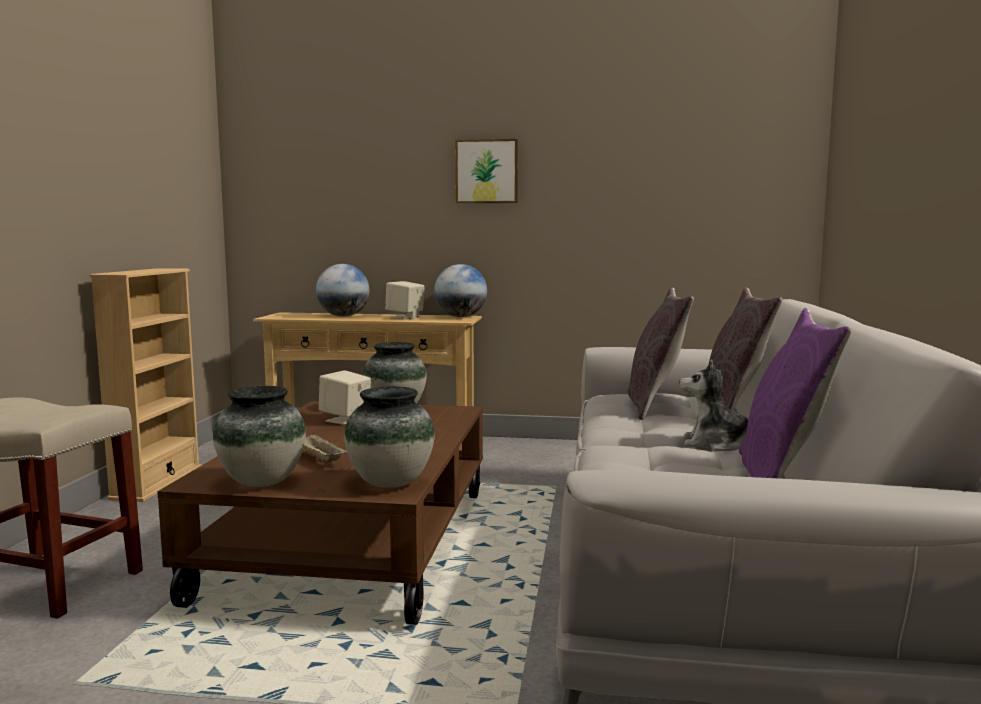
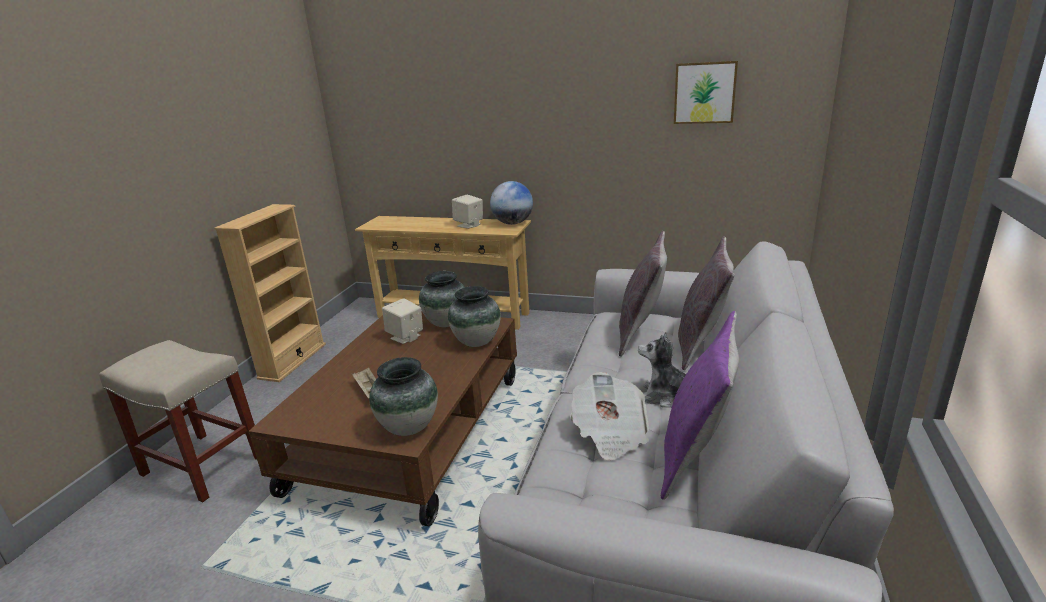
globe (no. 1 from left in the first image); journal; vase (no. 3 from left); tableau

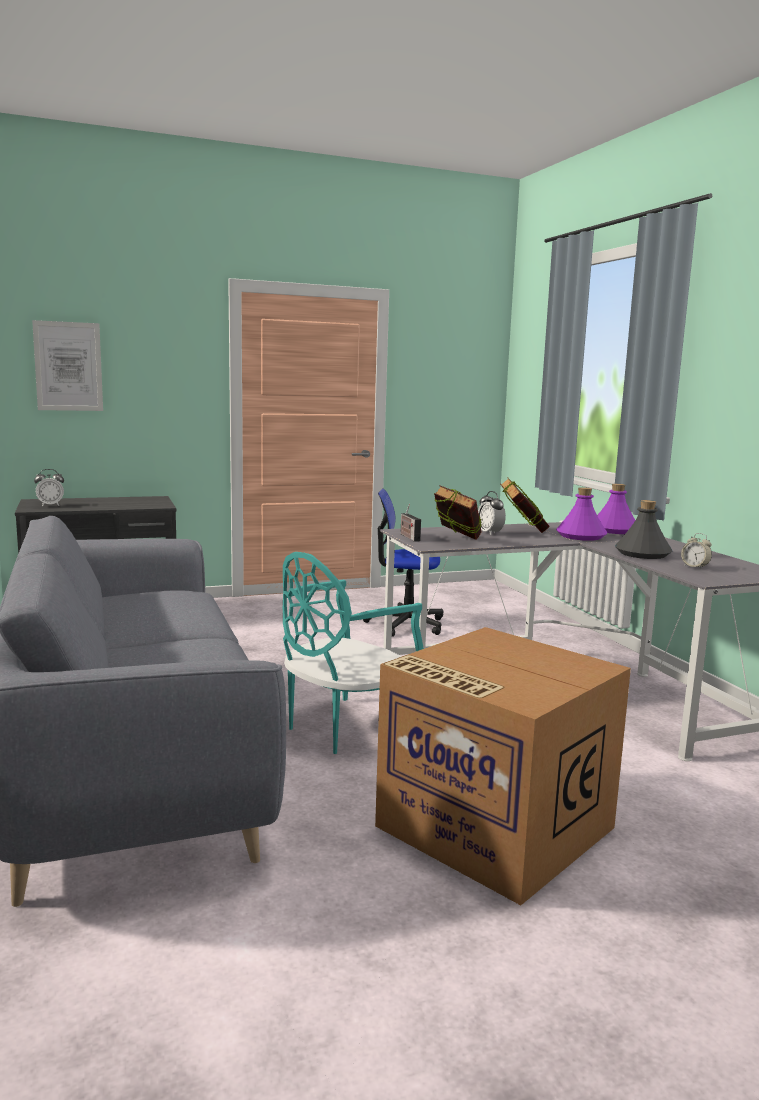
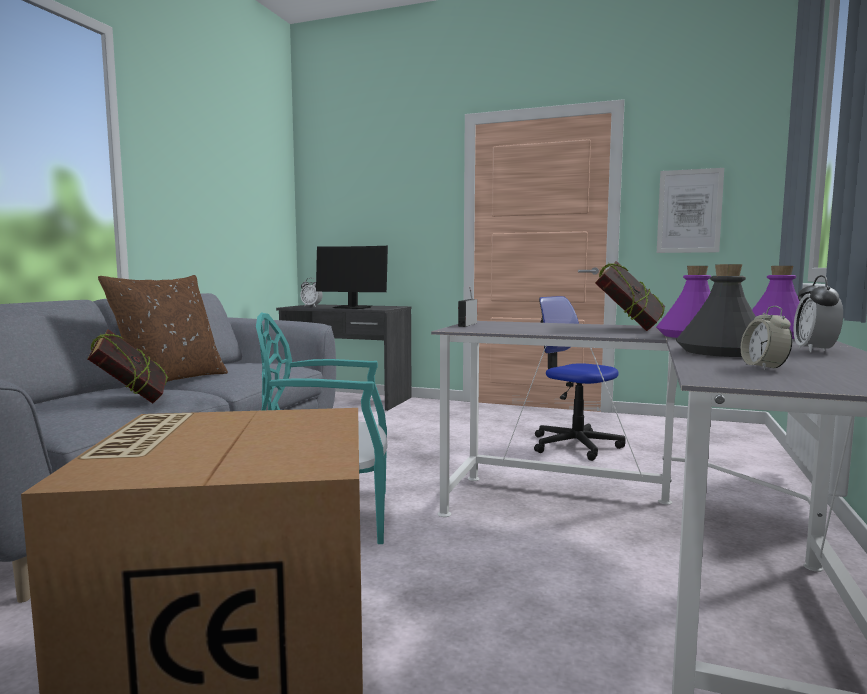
coussin/marron; écran d'ordinateur; tableau; livre (no. 1 from left); réveil (no. 3 from left)

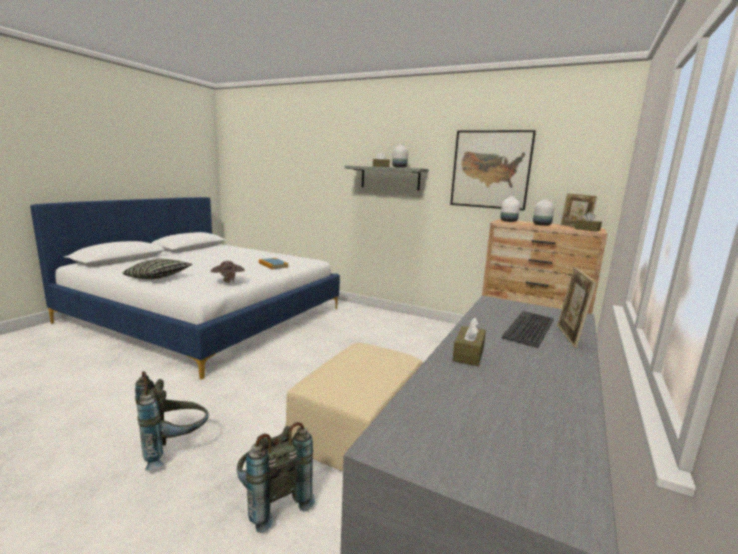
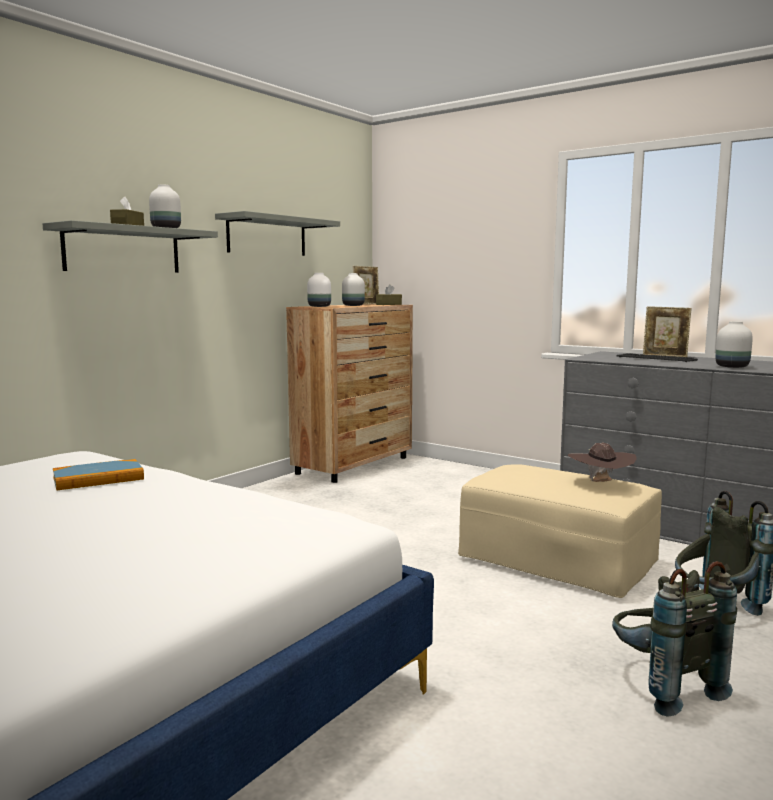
coussin; chapeau/marron; étagère/gris (no. 2 from left); vase/blanc (no. 4 from left)

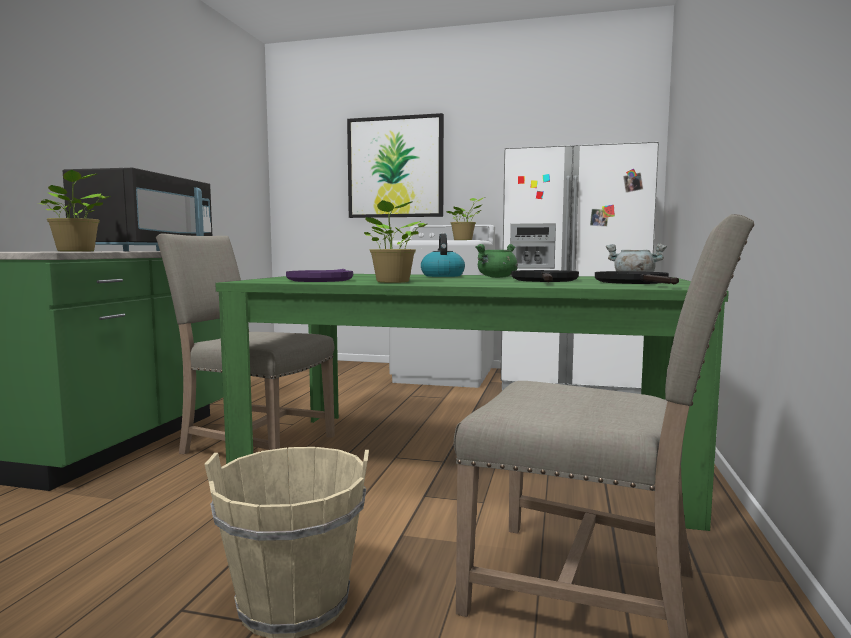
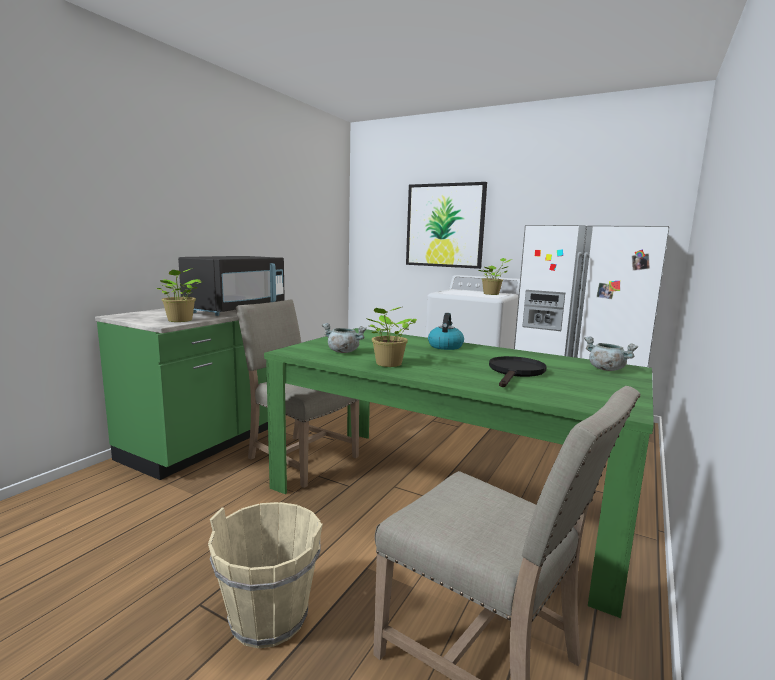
marmite/vert; poêle/noir (no. 2 from left in the first image); marmite/gris (no. 1 from left)

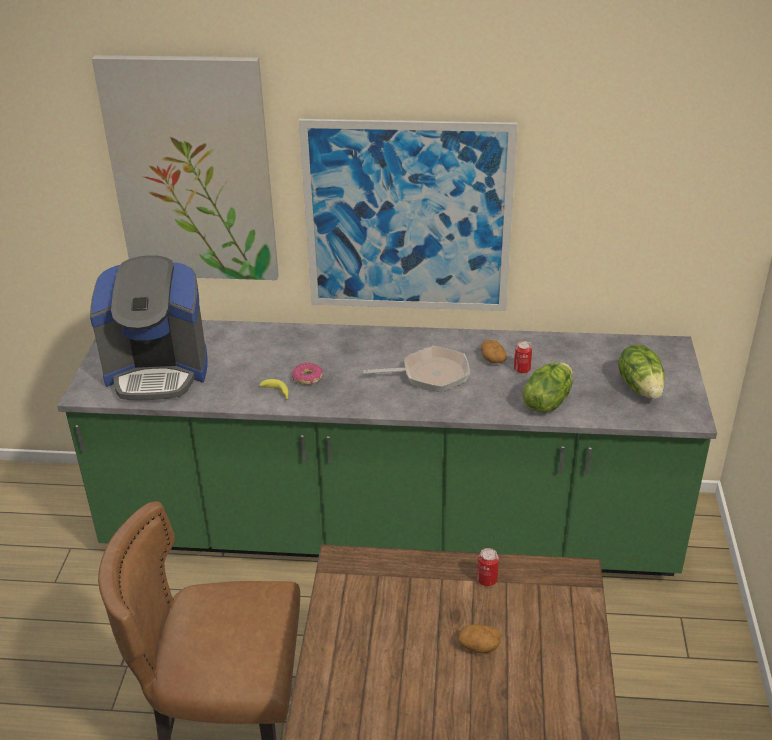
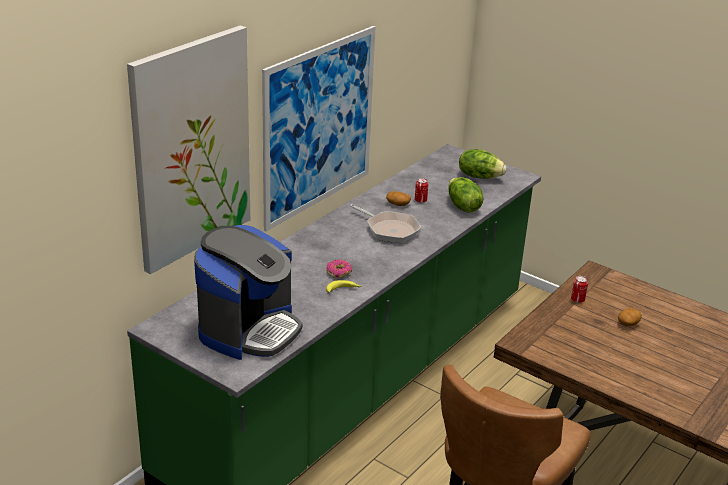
poêle

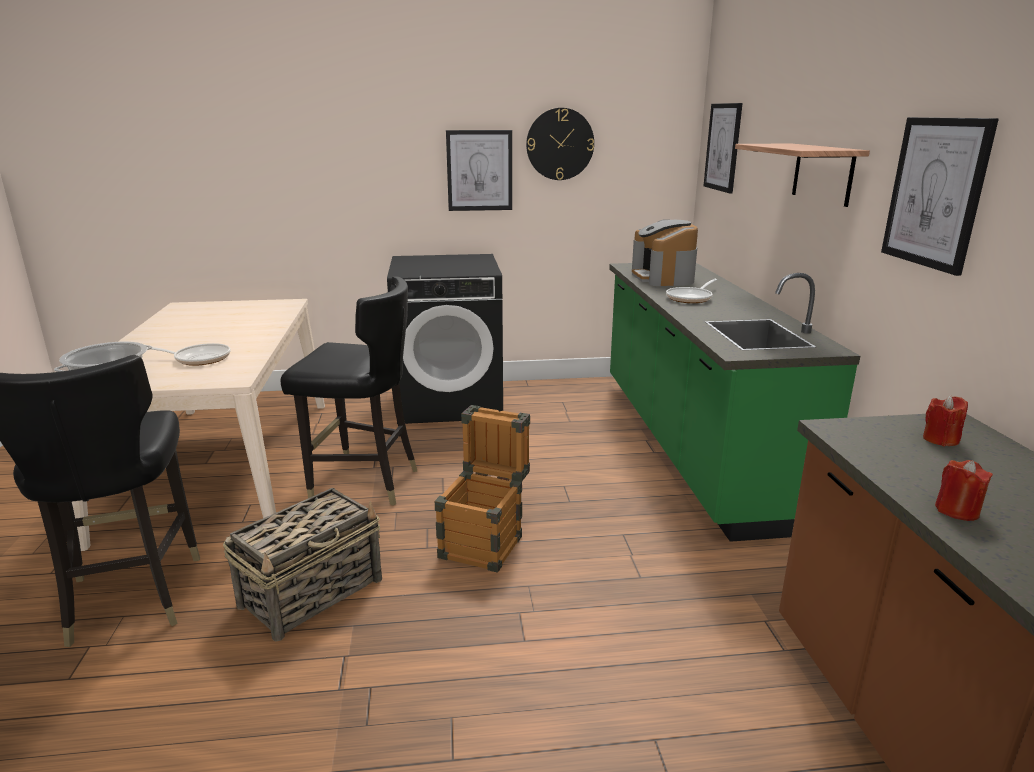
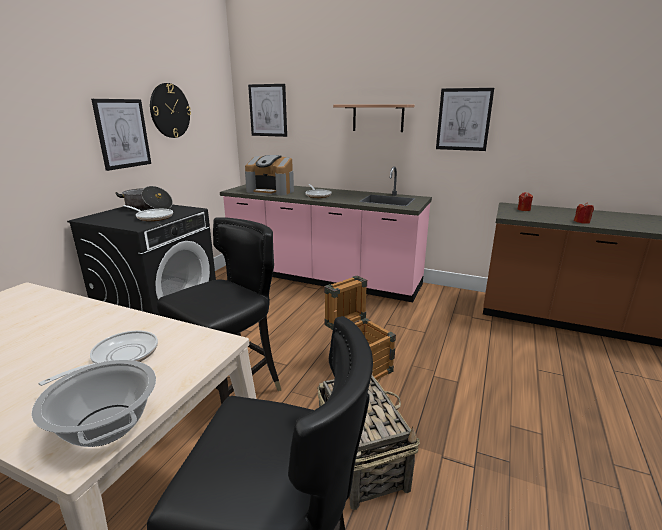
marmite (no. 2 from left); poêle (no. 2 from left); comptoir de cuisine/rose

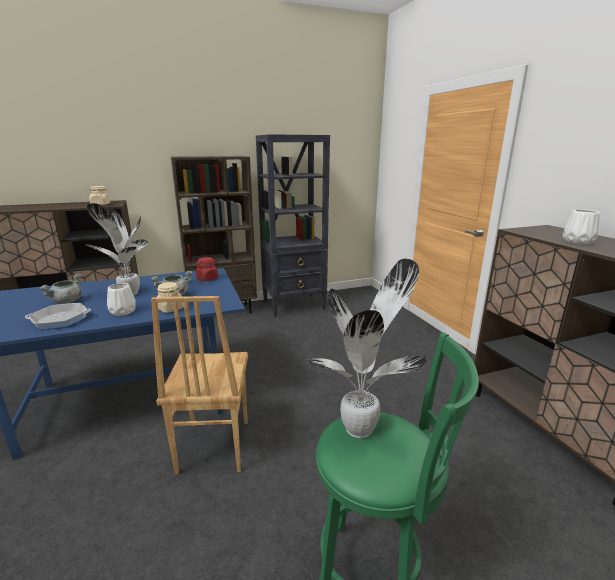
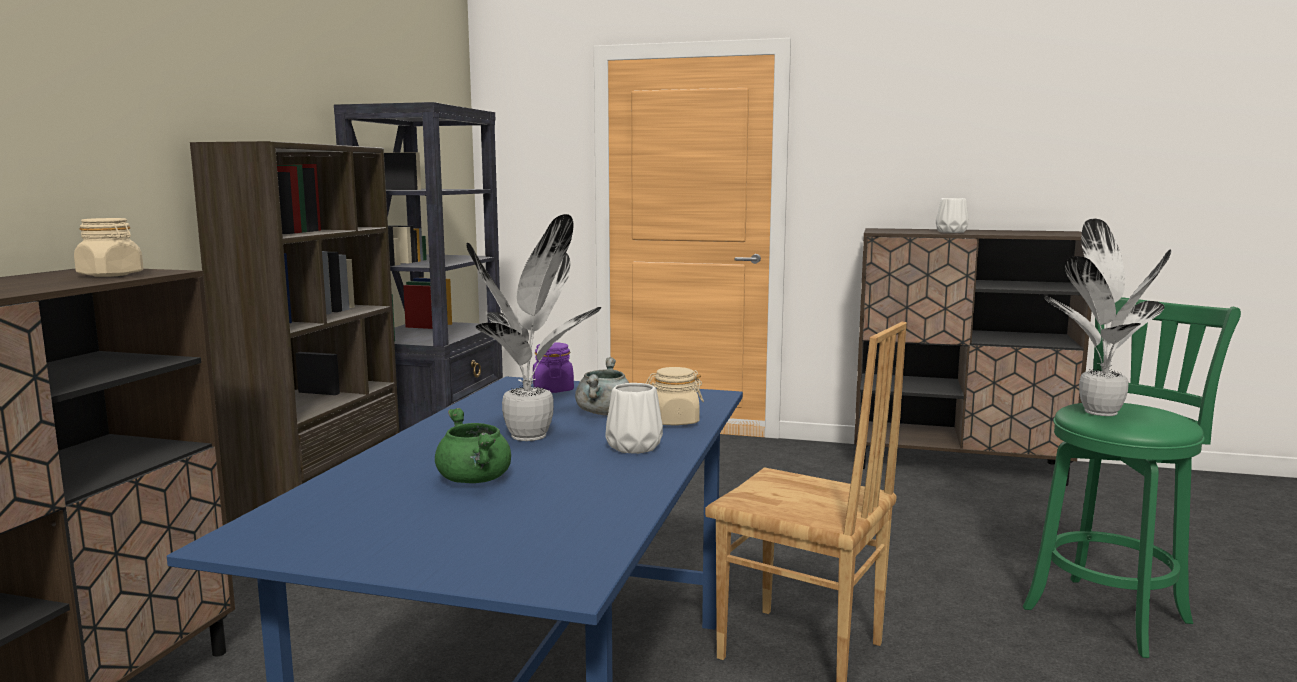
poêle; marmite/vert; bocal/violet

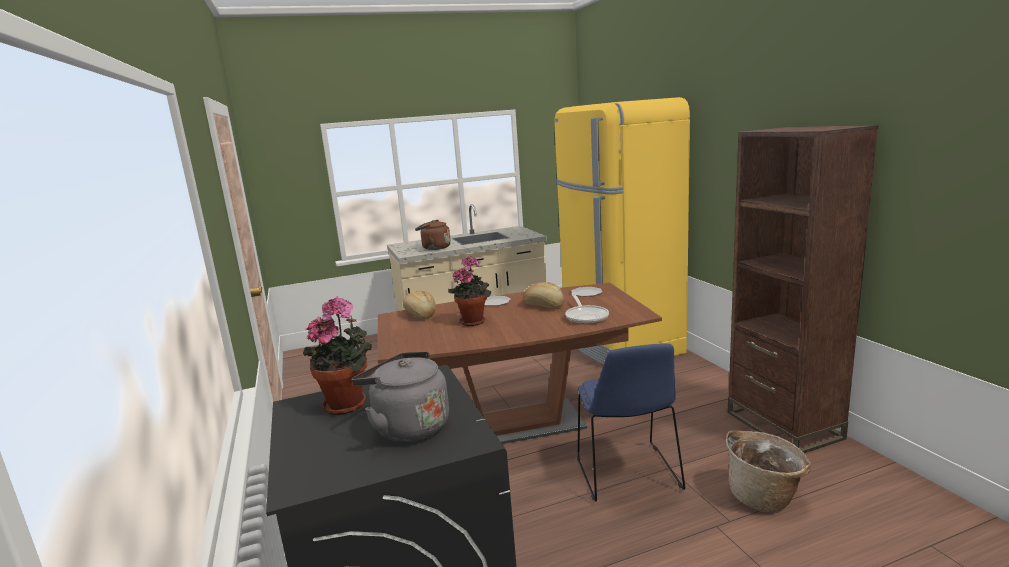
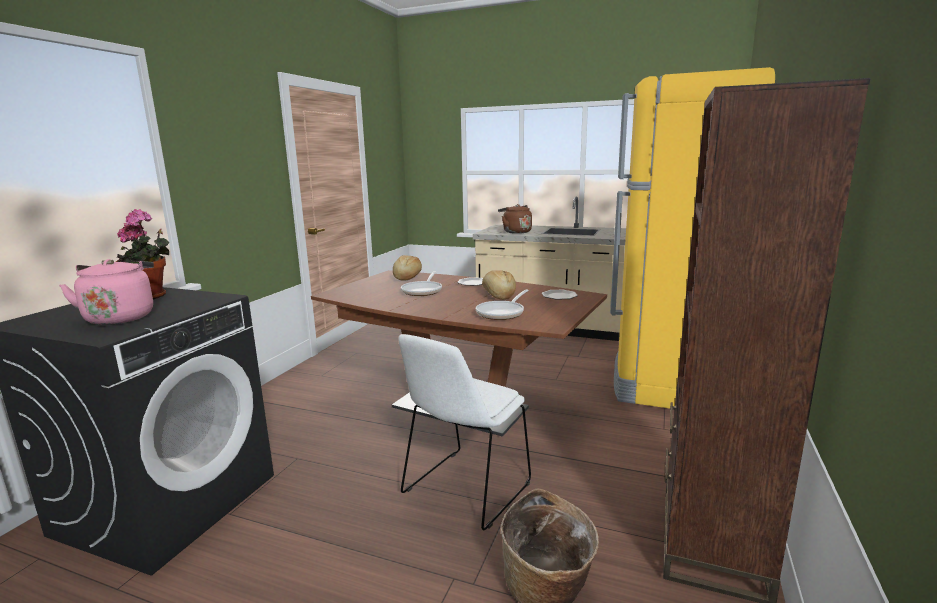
poêle (no. 1 from left); bouilloire/rose; chaise/blanc

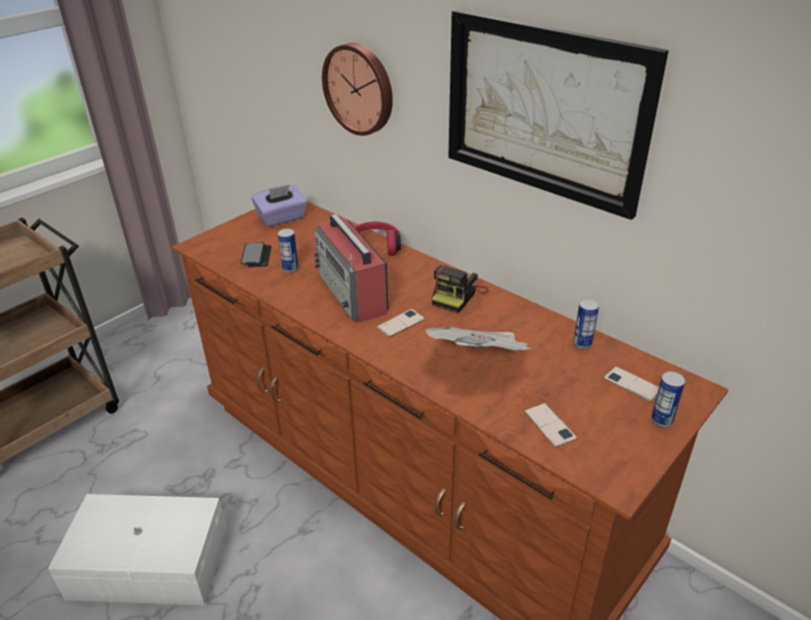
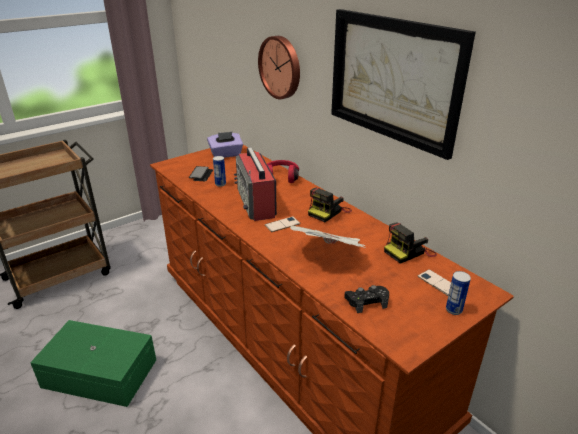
manette/noir; appareil photo (no. 2 from left); boîte de rangement/vert

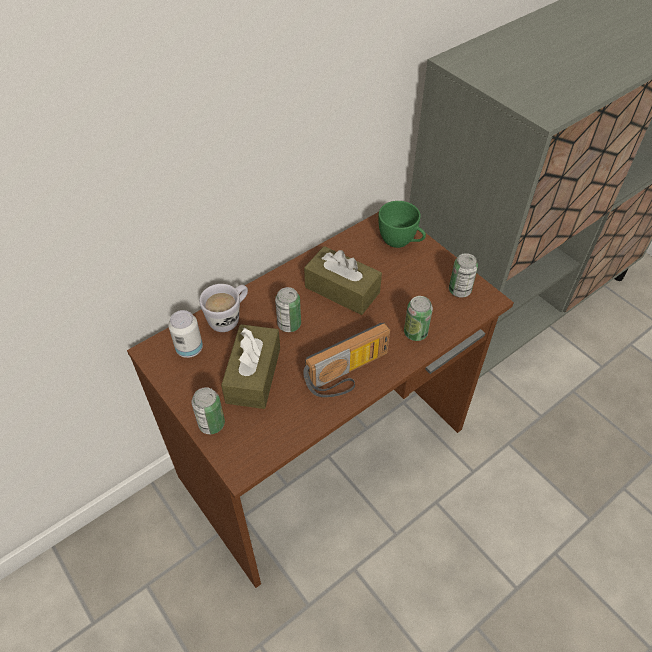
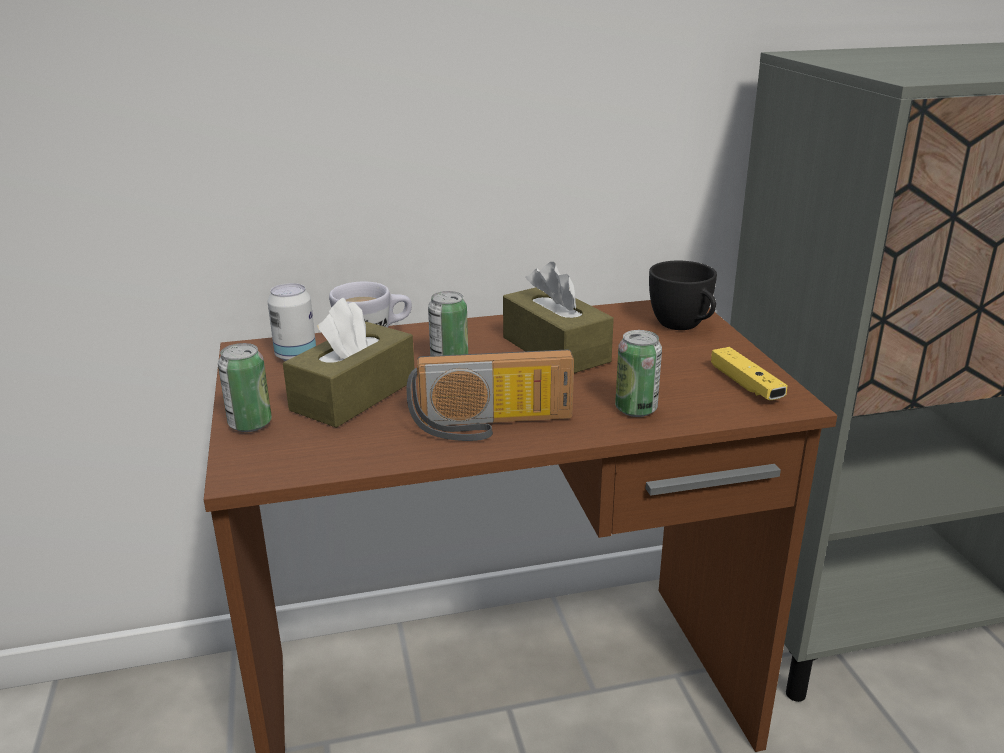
manette/jaune; tasse/noir

